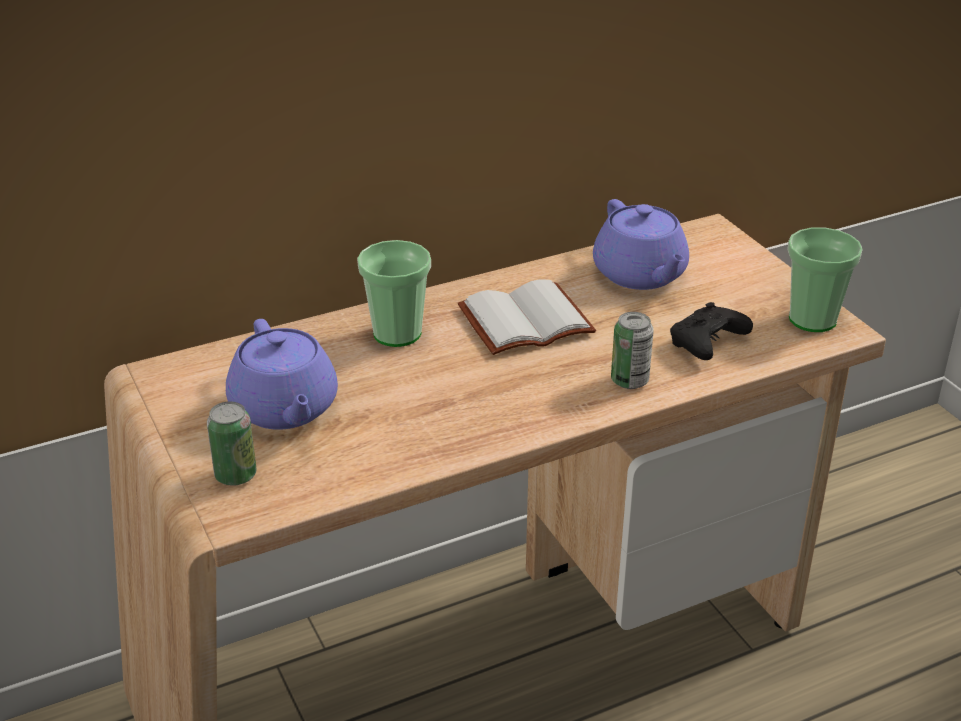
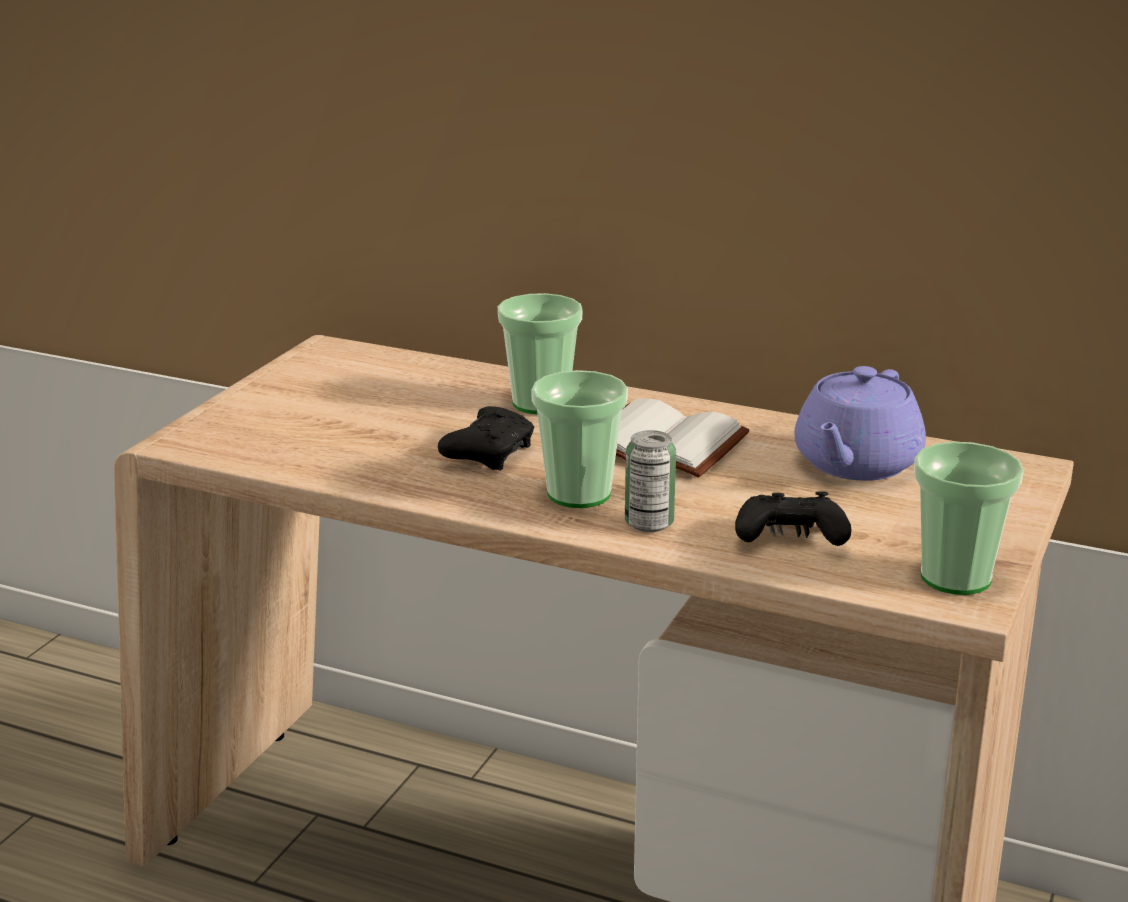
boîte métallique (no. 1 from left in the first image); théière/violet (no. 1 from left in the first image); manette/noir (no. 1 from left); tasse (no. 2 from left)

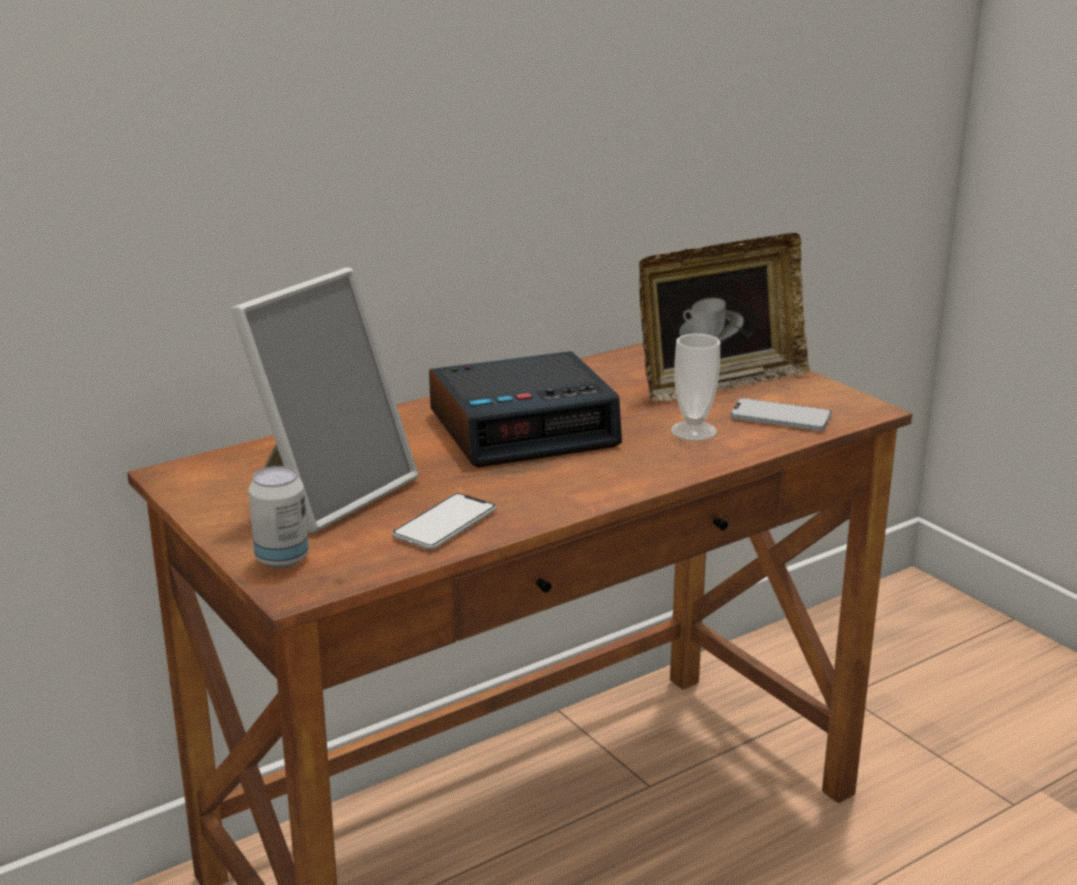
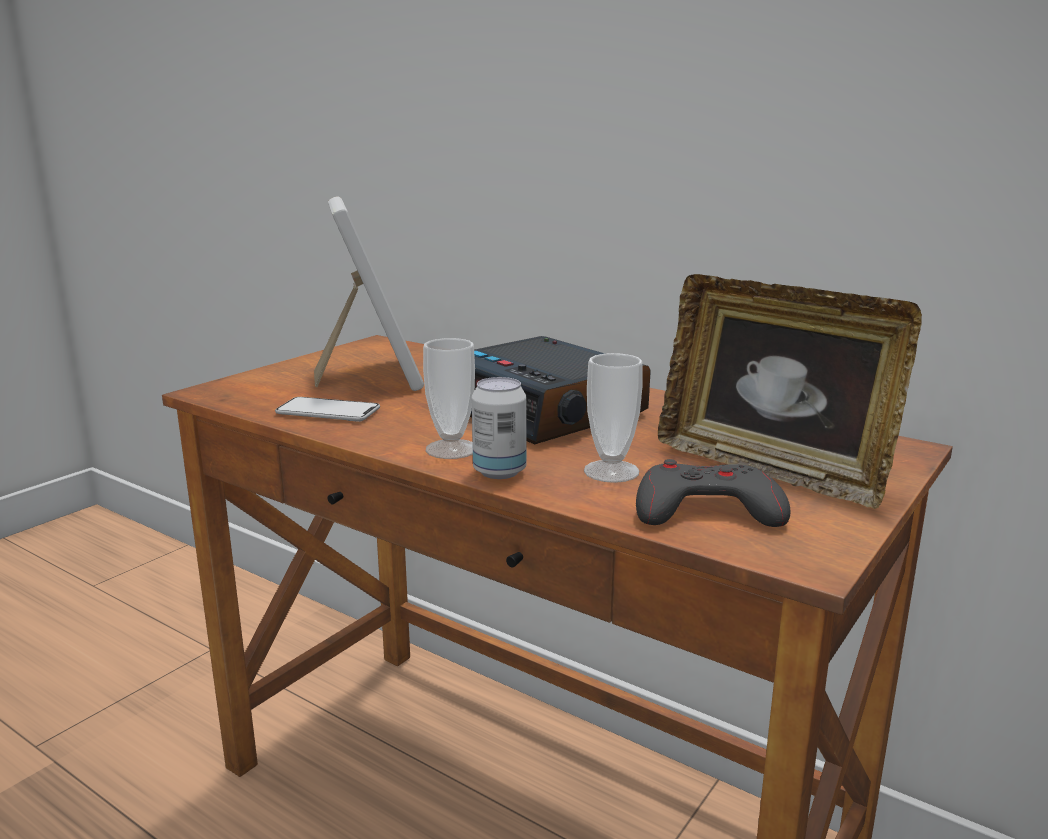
tasse (no. 1 from left); boîte métallique; manette/gris; cadre photo (no. 1 from left)

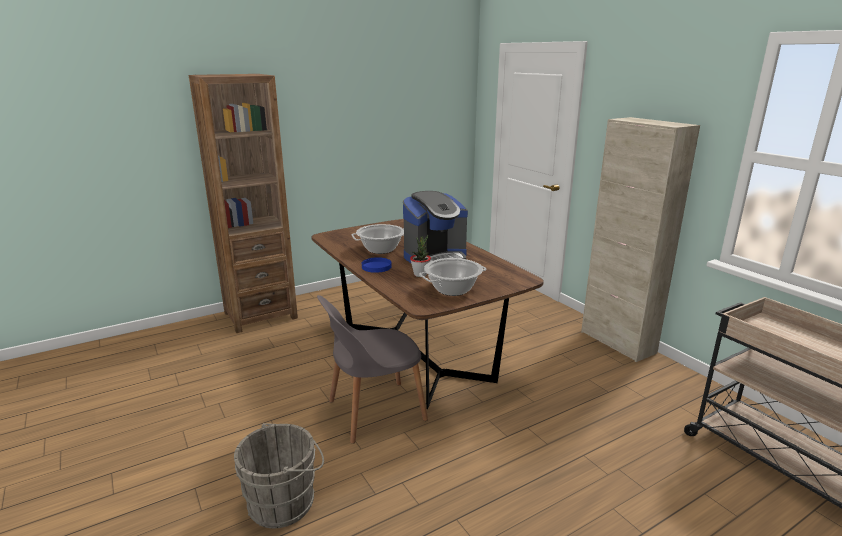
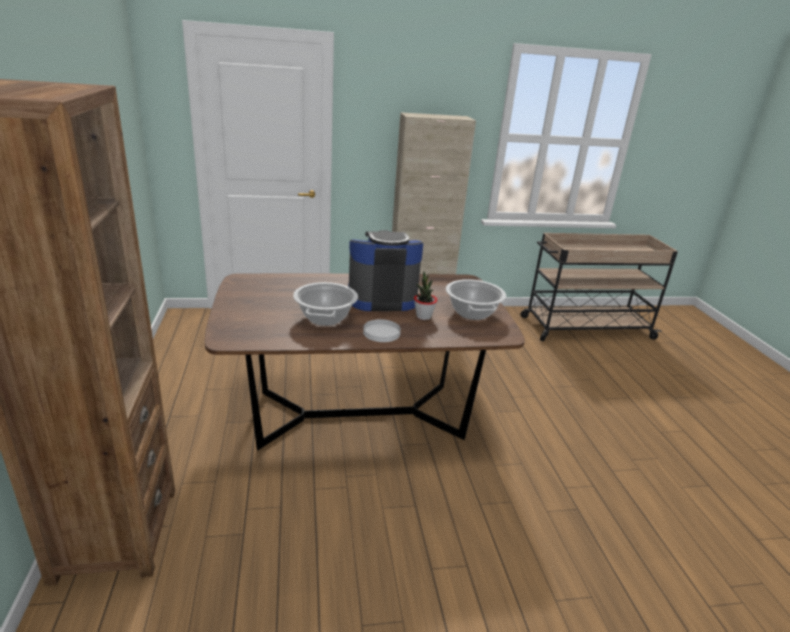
seau/gris; chaise/gris; assiette/blanc; machine à café

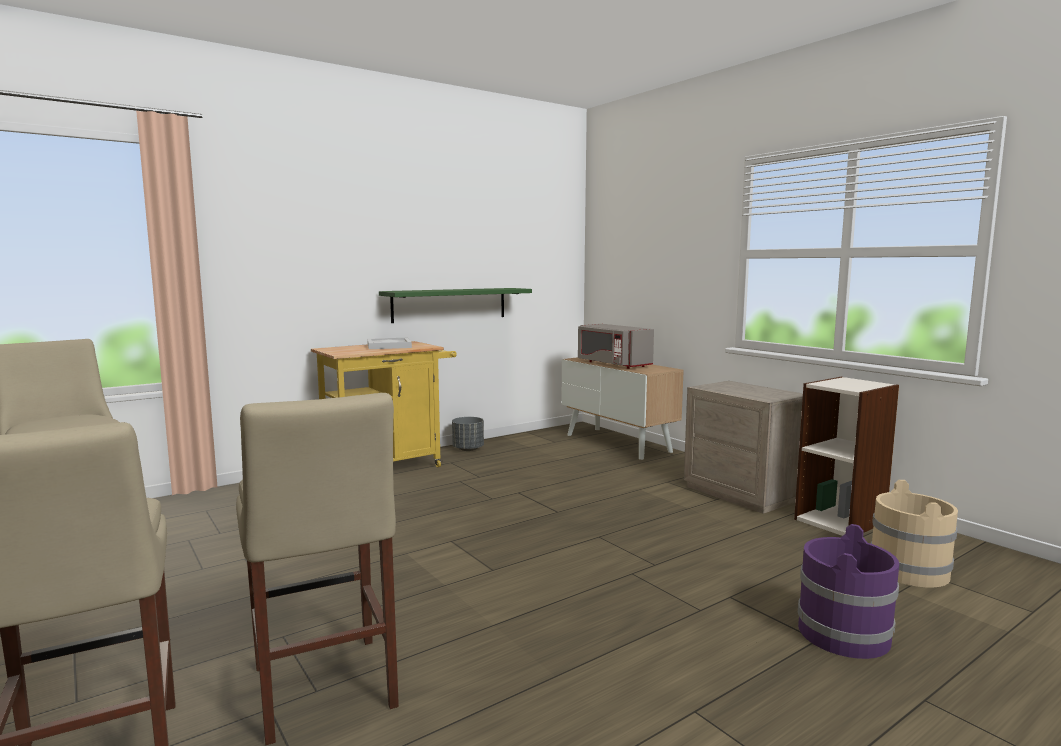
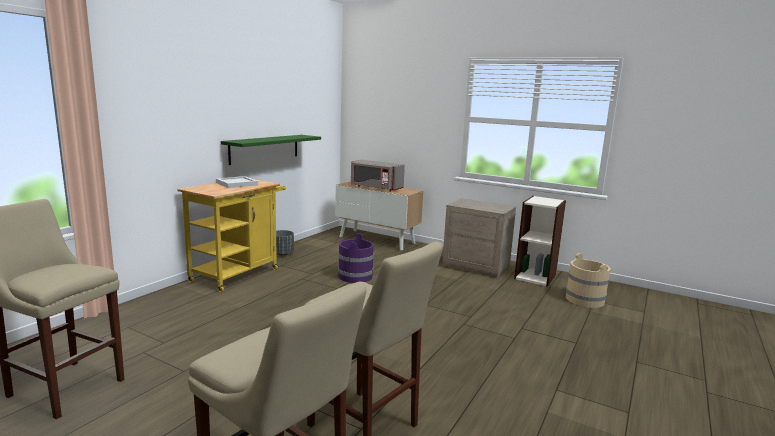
seau/violet

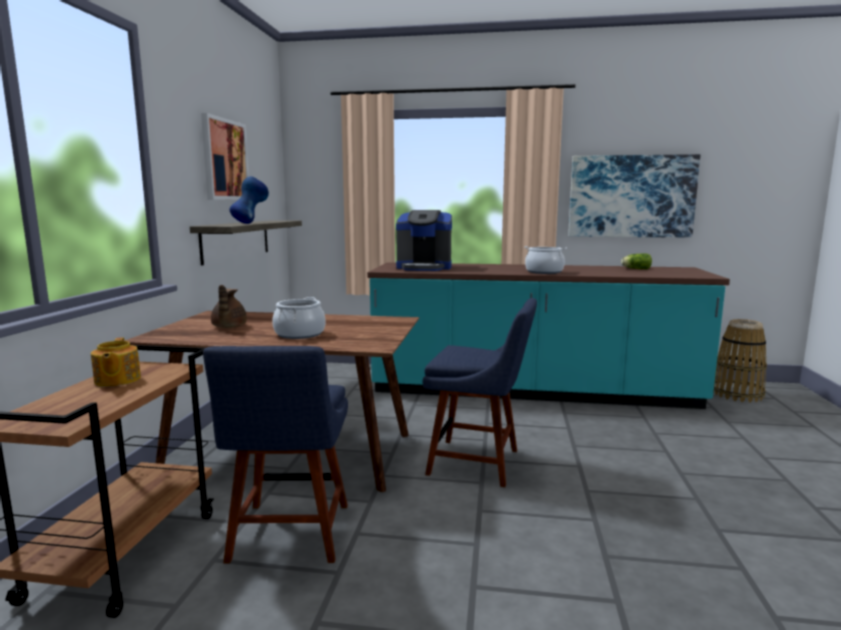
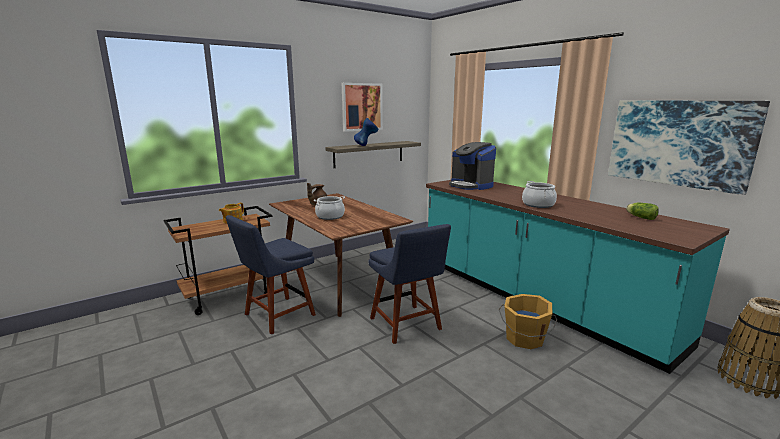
seau/orange

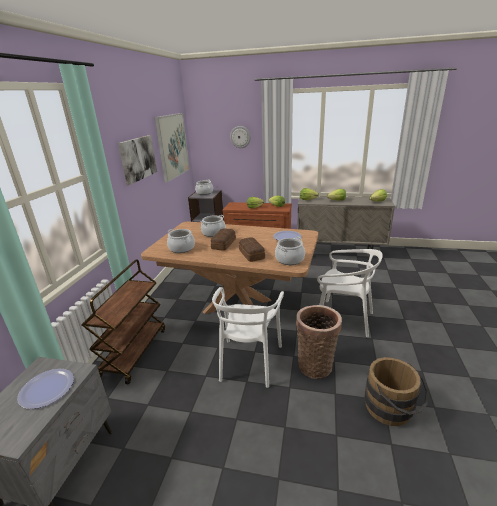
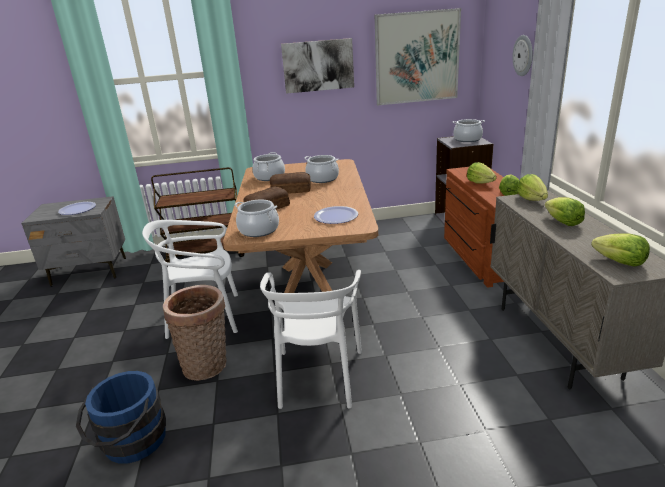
seau/bleu

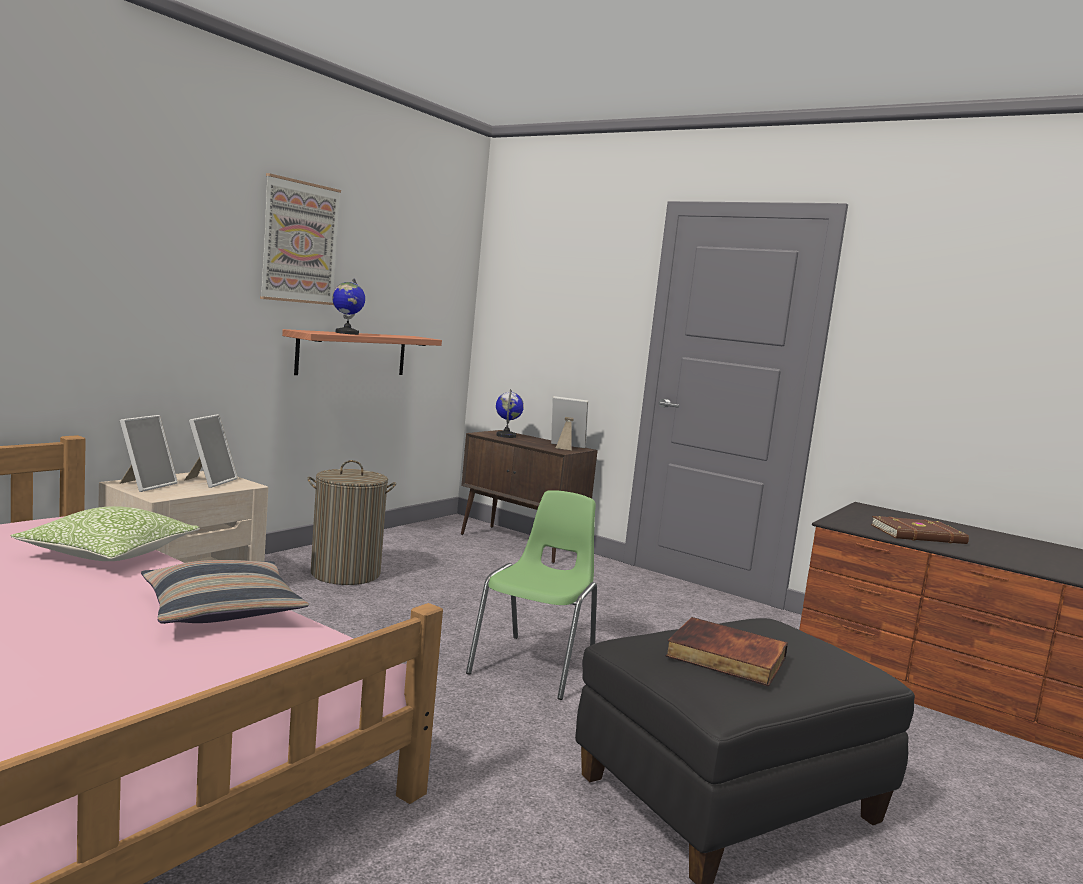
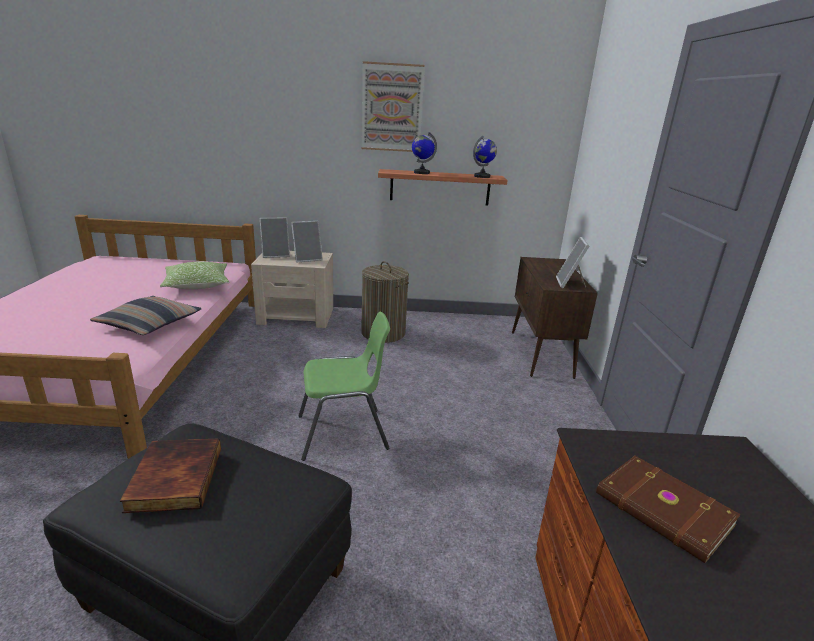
globe (no. 2 from left); cadre photo (no. 3 from left)

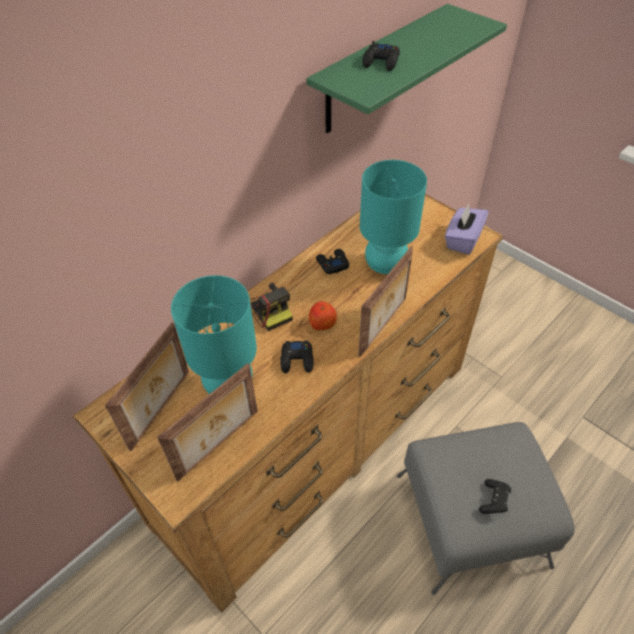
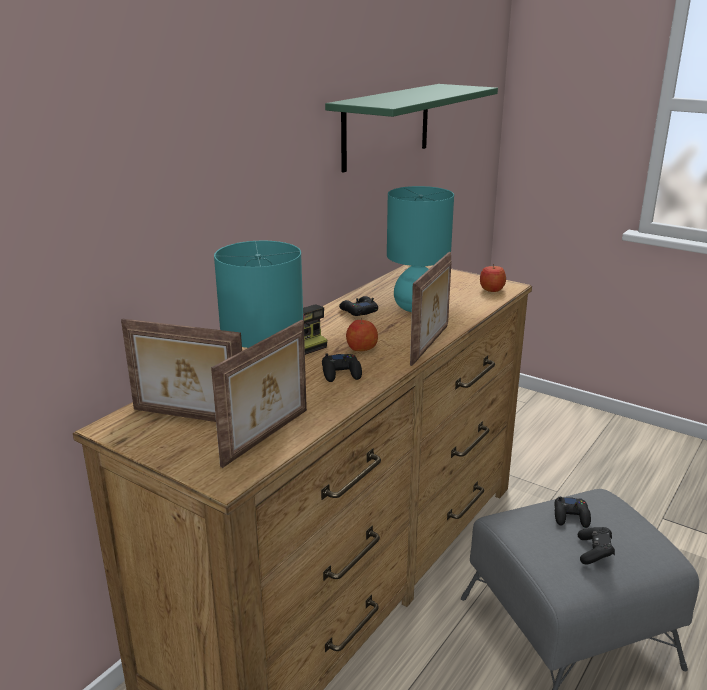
manette/noir (no. 3 from left); pomme (no. 2 from left); cadre photo (no. 1 from left)

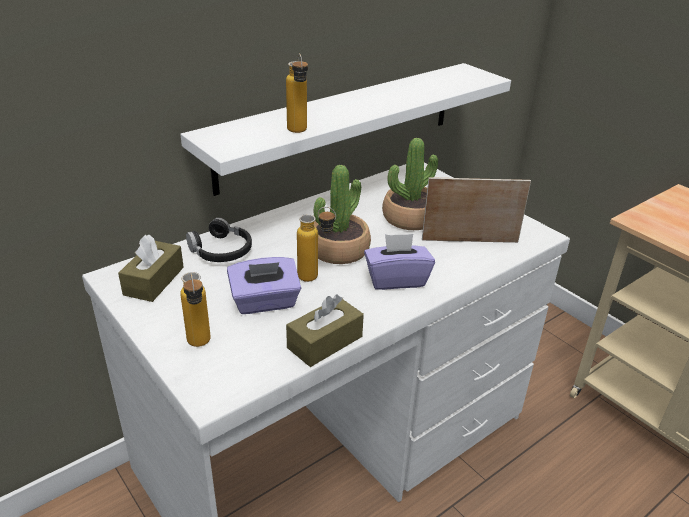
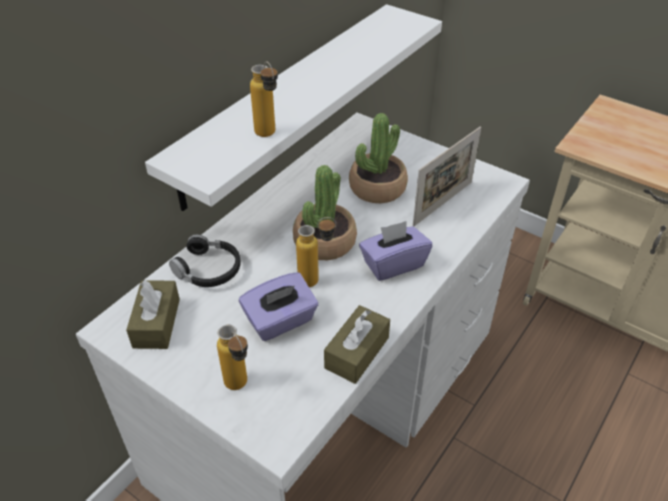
cadre photo

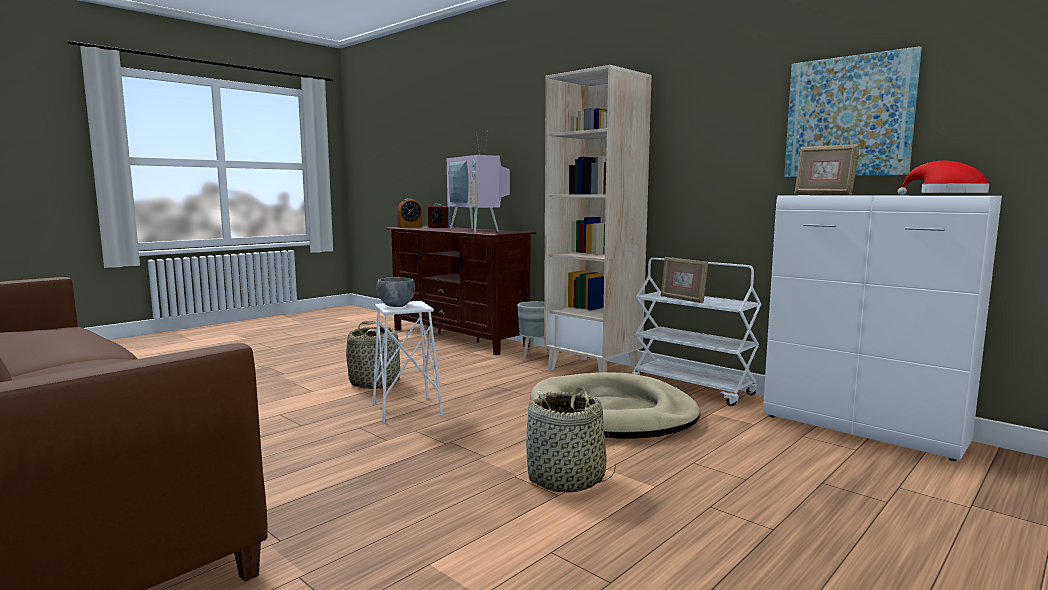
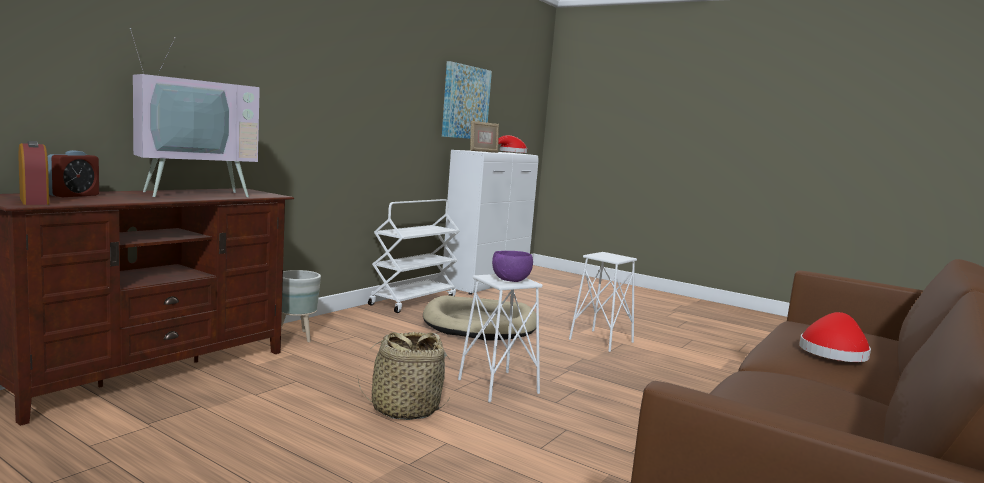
bibliothèque/beige; cadre photo (no. 1 from left in the first image); chapeau/rouge (no. 2 from left); tabouret/blanc (no. 2 from left); bol/violet

